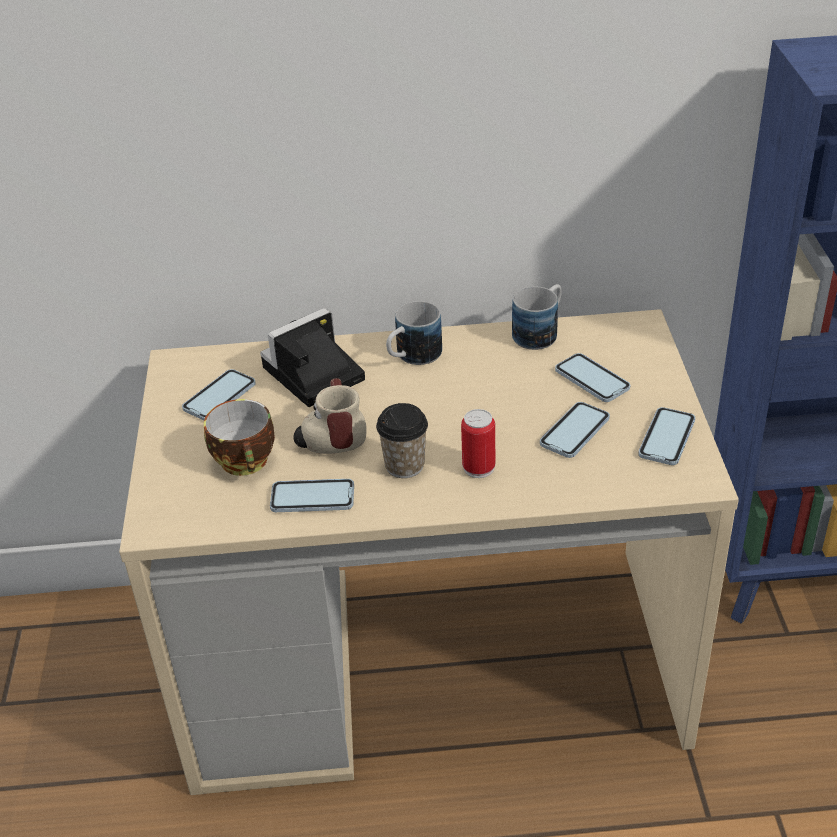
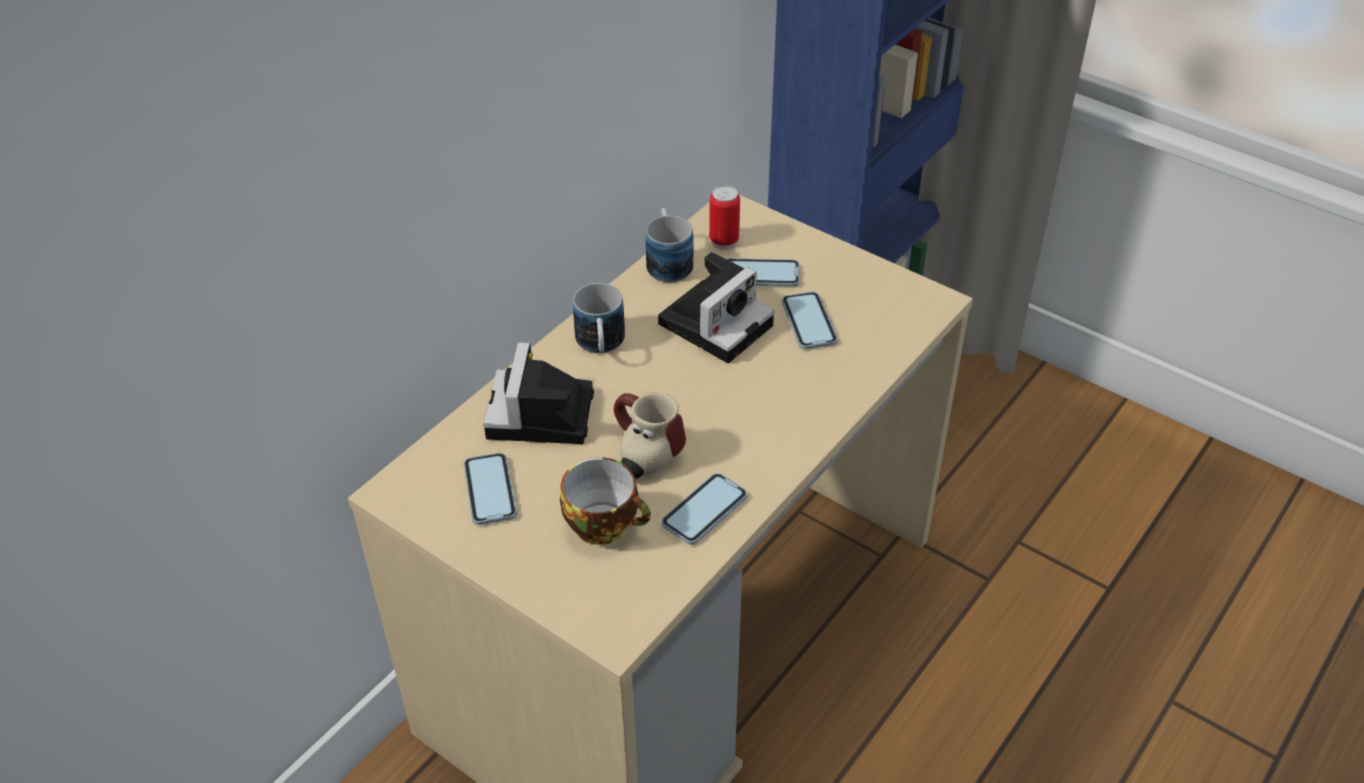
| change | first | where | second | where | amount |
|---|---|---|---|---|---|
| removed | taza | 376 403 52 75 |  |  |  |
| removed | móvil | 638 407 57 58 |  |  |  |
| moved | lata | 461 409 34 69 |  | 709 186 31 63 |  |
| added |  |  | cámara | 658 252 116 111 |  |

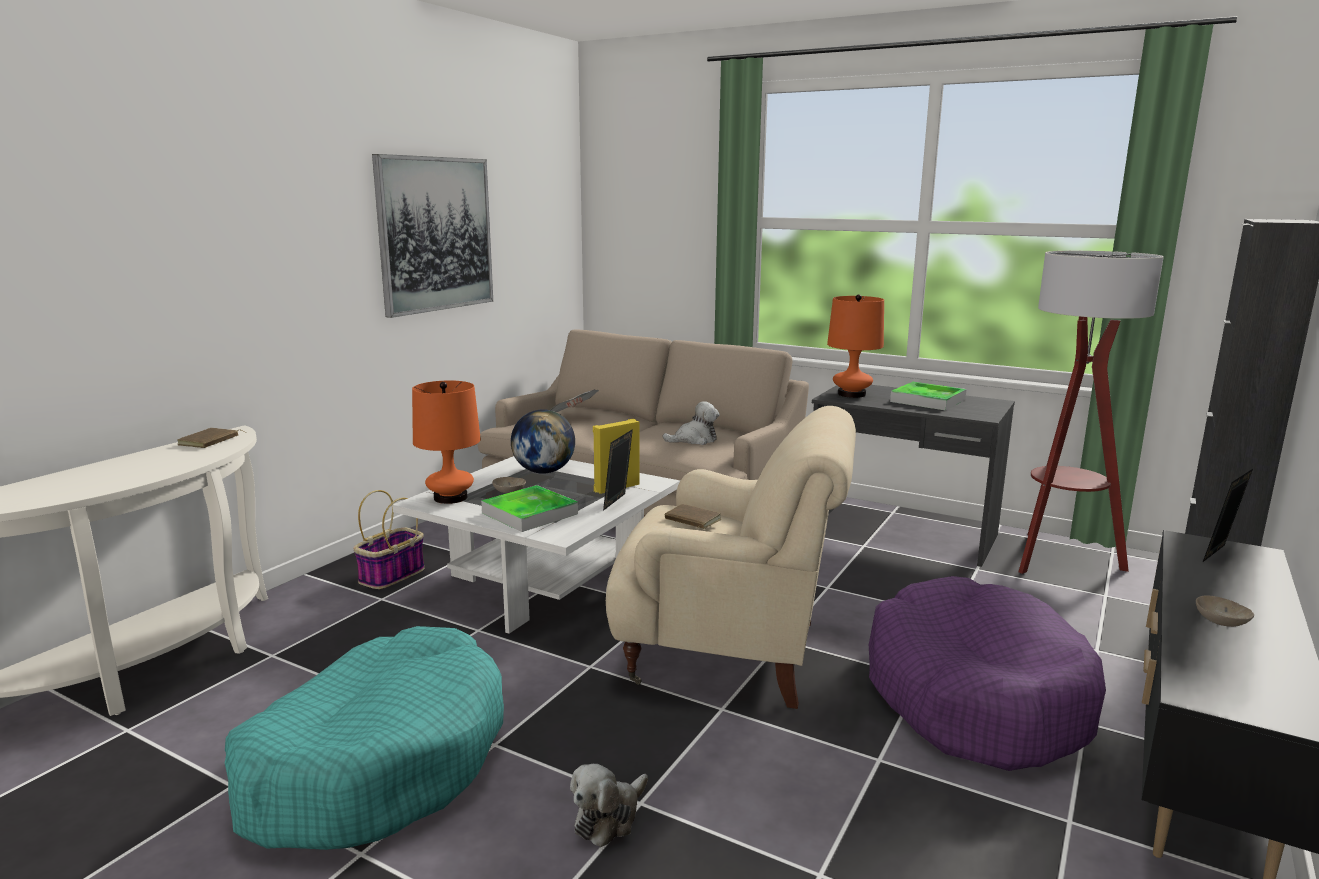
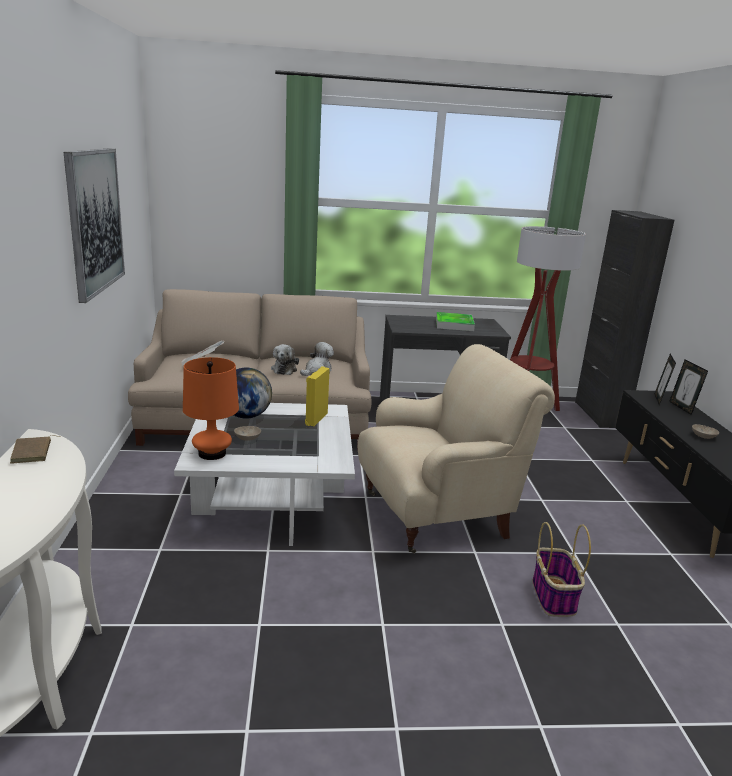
| change | first | where | second | where | amount |
|---|---|---|---|---|---|
| removed | lámpara de mesa/naranja | 827 294 57 104 |  |  |  |
| moved | portarretratos | 603 429 30 82 |  | 669 359 39 56 |  |
| removed | bandeja | 481 485 97 47 |  |  |  |
| moved | cesta | 353 490 71 99 |  | 533 522 58 95 |  |
| removed | libro/marrón | 665 504 56 25 |  |  |  |
| removed | cama para perro/morado | 869 576 237 195 |  |  |  |
| removed | cama para perro/turquesa | 225 626 279 224 |  |  |  |
| moved | peluche | 570 764 78 83 |  | 271 344 28 31 |  |

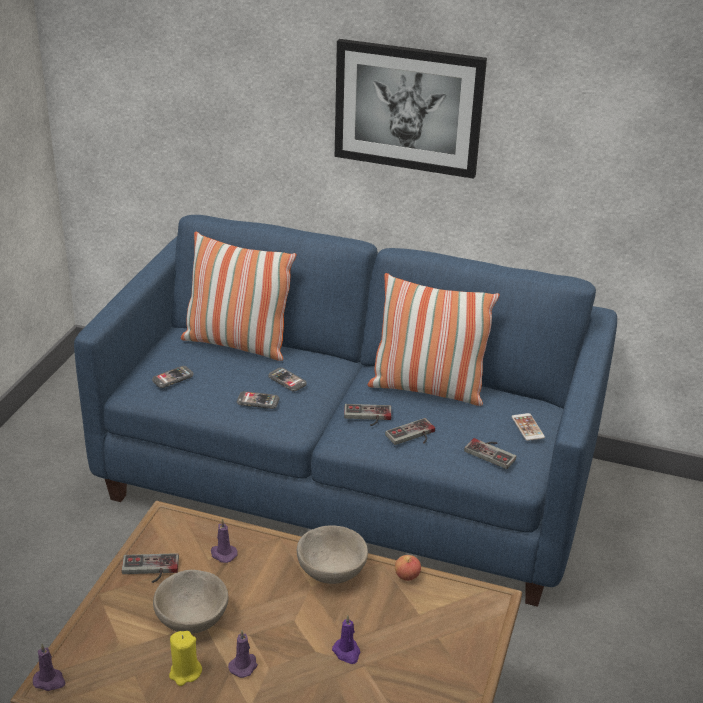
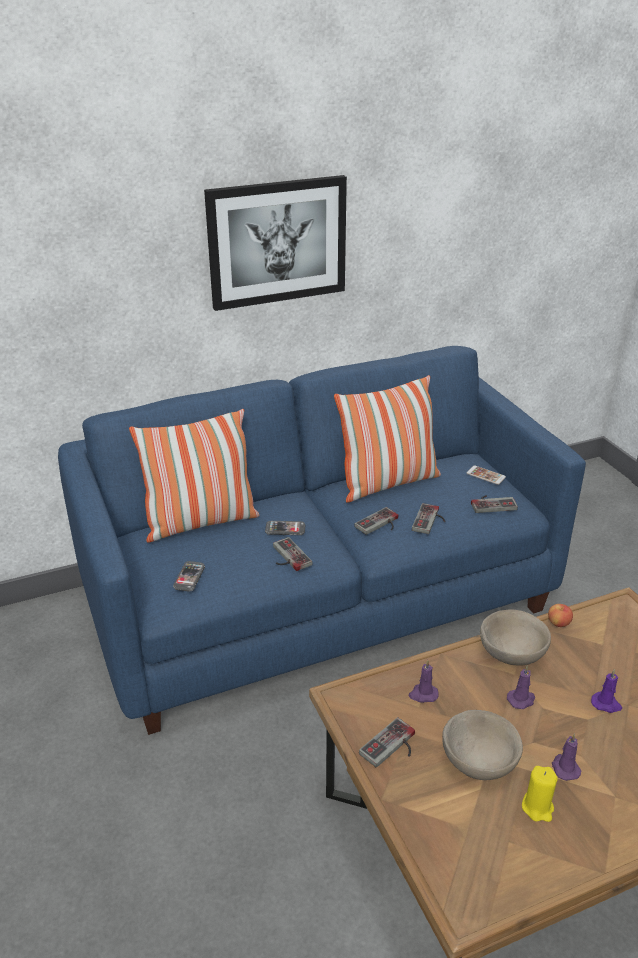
| change | first | where | second | where | amount |
|---|---|---|---|---|---|
| replaced | móvil | 237 391 42 18 | mando de consola | 273 537 39 34 |  |
| moved | vela/morado | 33 644 32 47 |  | 507 666 28 43 |  |

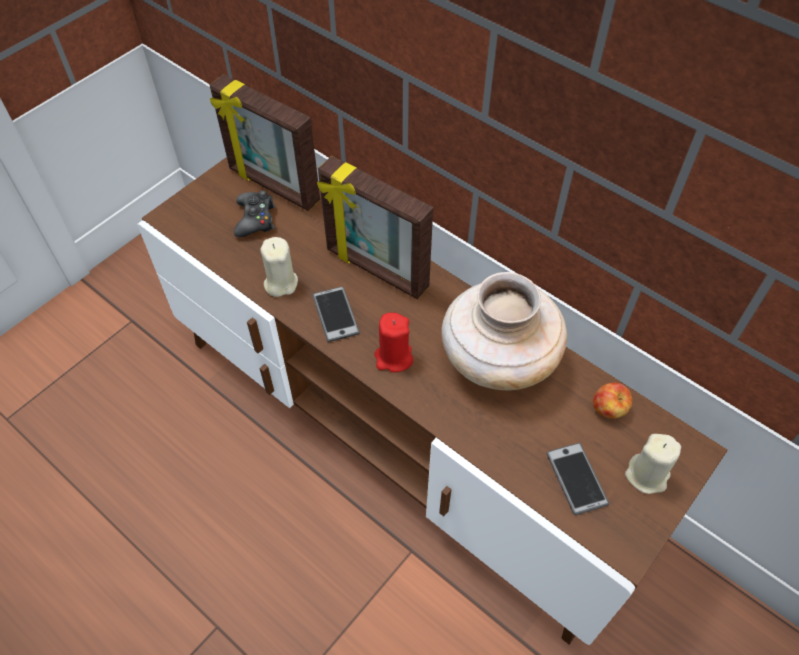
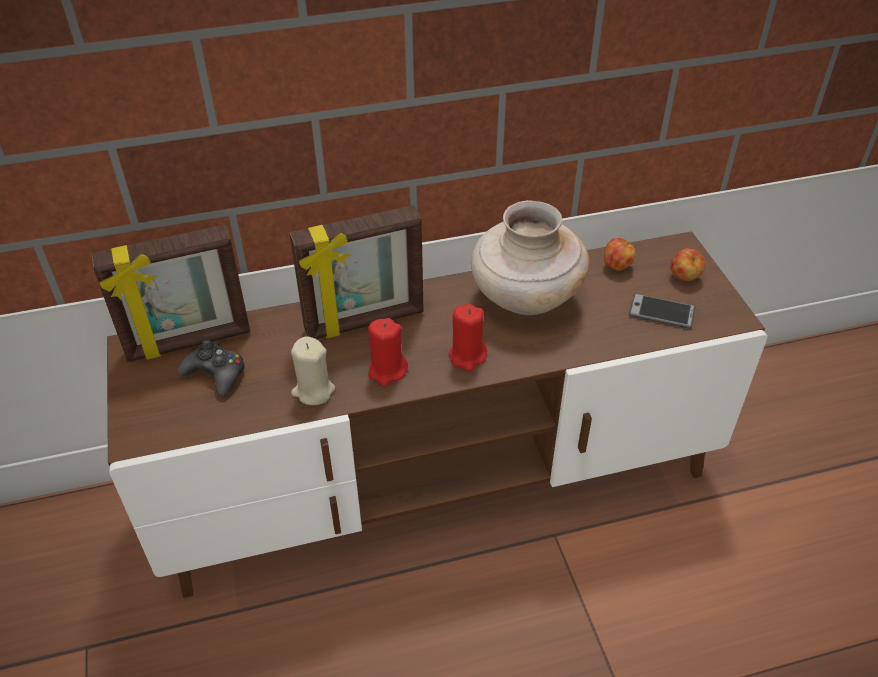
| change | first | where | second | where | amount |
|---|---|---|---|---|---|
| replaced | móvil | 312 286 48 56 | vela/rojo | 368 318 40 68 |  |
| replaced | vela/beis | 625 434 56 60 | manzana | 670 248 36 33 |  |

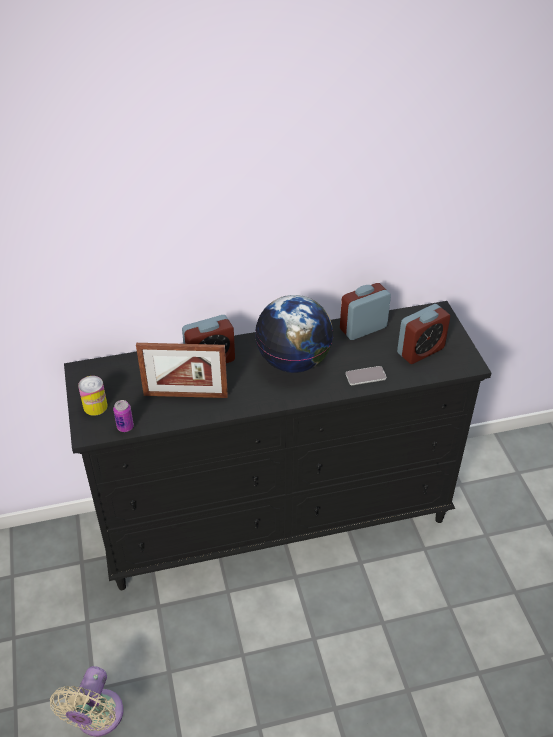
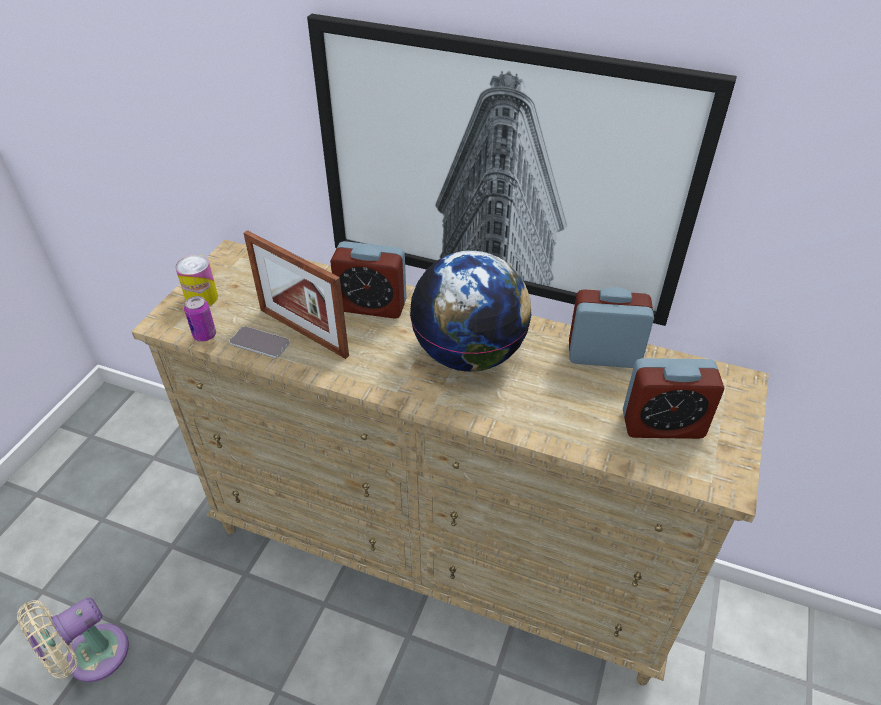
| change | first | where | second | where | amount |
|---|---|---|---|---|---|
| recoloured | cómoda/negro | 64 301 427 289 | cómoda/beis | 131 240 638 446 |  |
| moved | móvil | 346 366 40 19 |  | 229 326 61 32 |  |
| added |  |  | cuadro | 307 14 430 312 |  |

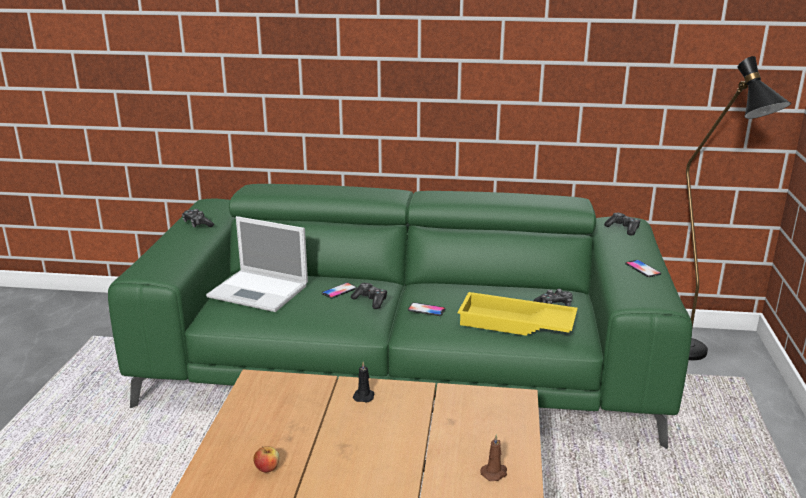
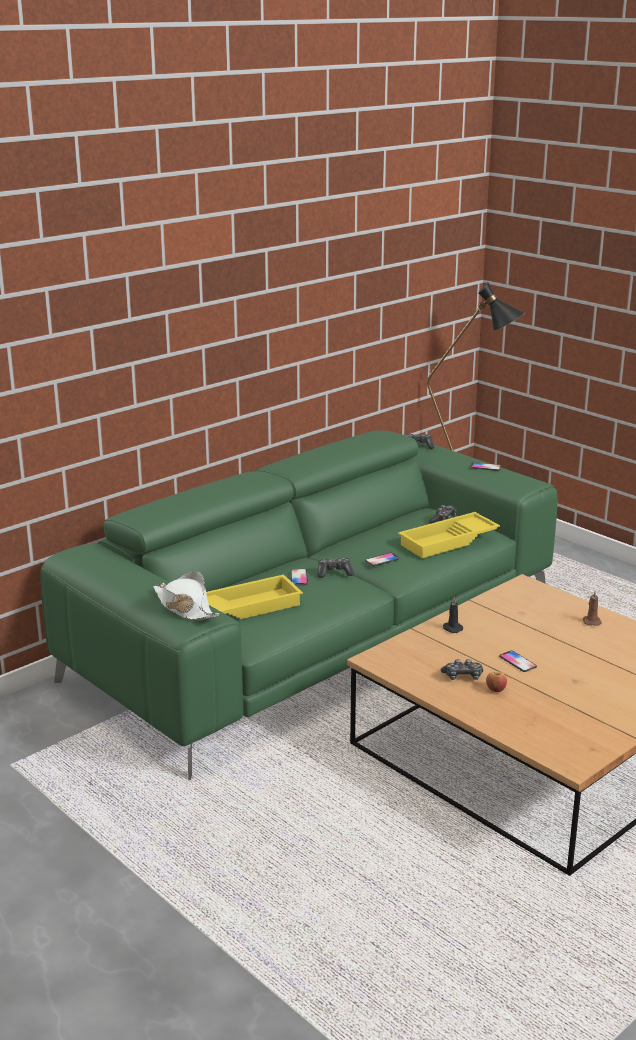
| change | first | where | second | where | amount |
|---|---|---|---|---|---|
| moved | mando de consola | 182 209 32 18 |  | 441 659 42 21 |  |
| replaced | portátil | 206 216 102 96 | bandeja/amarillo | 206 574 97 45 |  |
| added |  |  | sombrero/blanco | 153 571 67 49 |  |
| added |  |  | móvil | 499 651 38 21 |  |

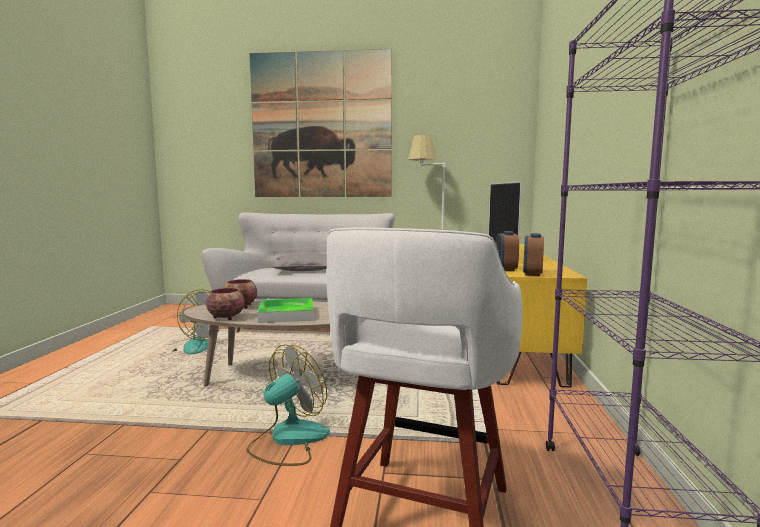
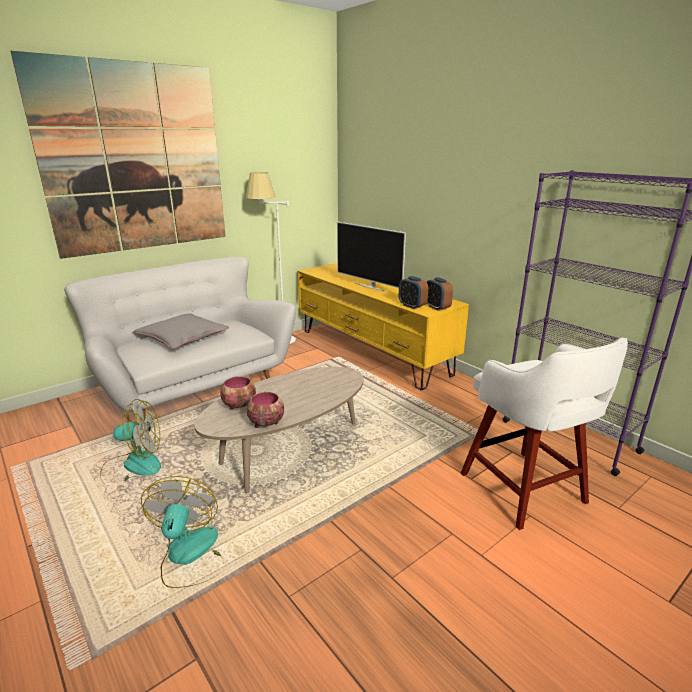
| change | first | where | second | where | amount |
|---|---|---|---|---|---|
| removed | bandeja | 257 298 57 25 |  |  |  |
| moved | ventilador | 247 344 83 122 |  | 141 476 80 112 |  |

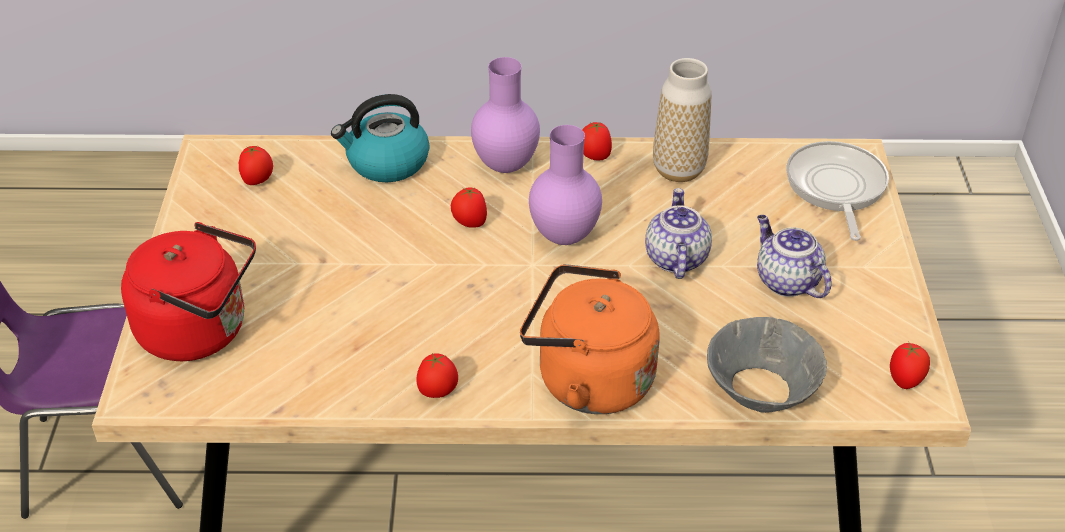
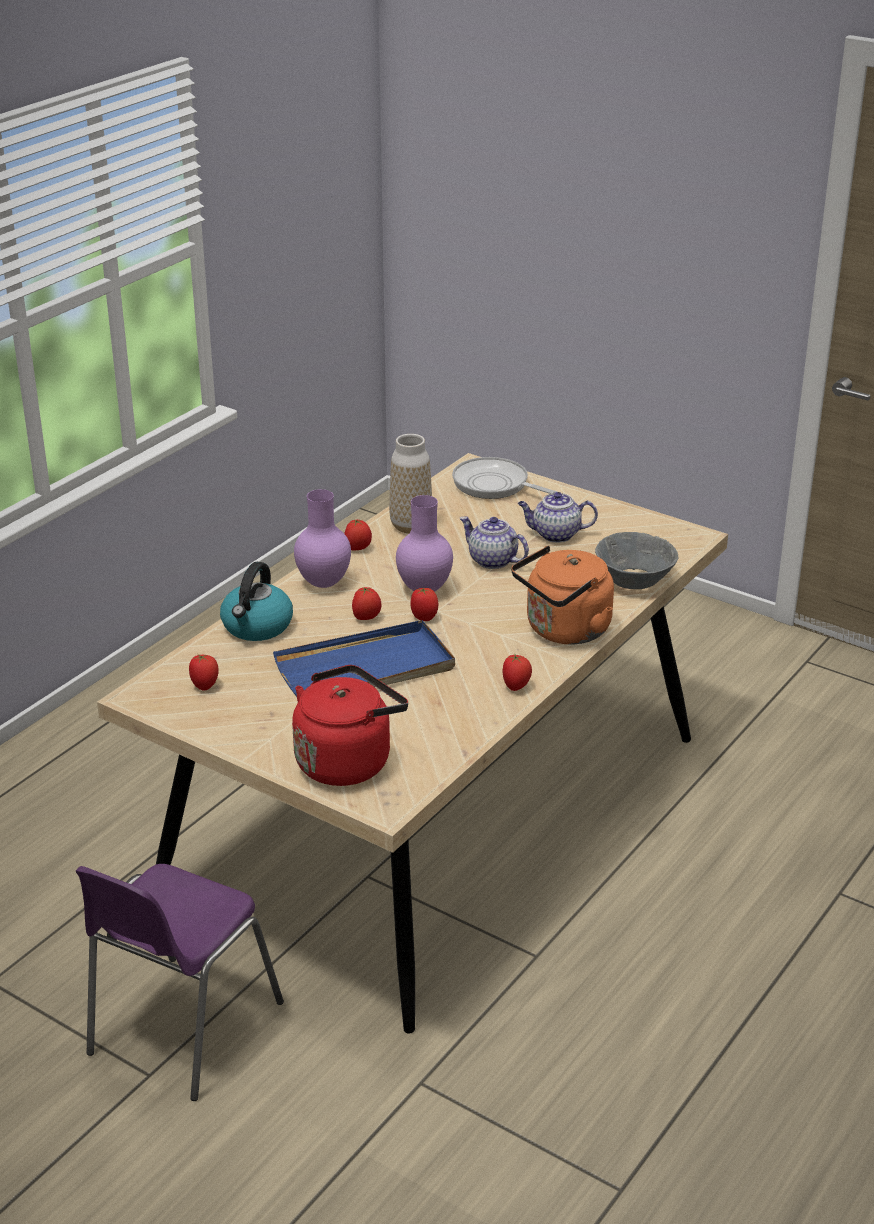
| change | first | where | second | where | amount |
|---|---|---|---|---|---|
| moved | tomate | 890 341 40 48 |  | 410 588 29 33 |  |
| added |  |  | bandeja/azul | 273 620 182 77 |  |

